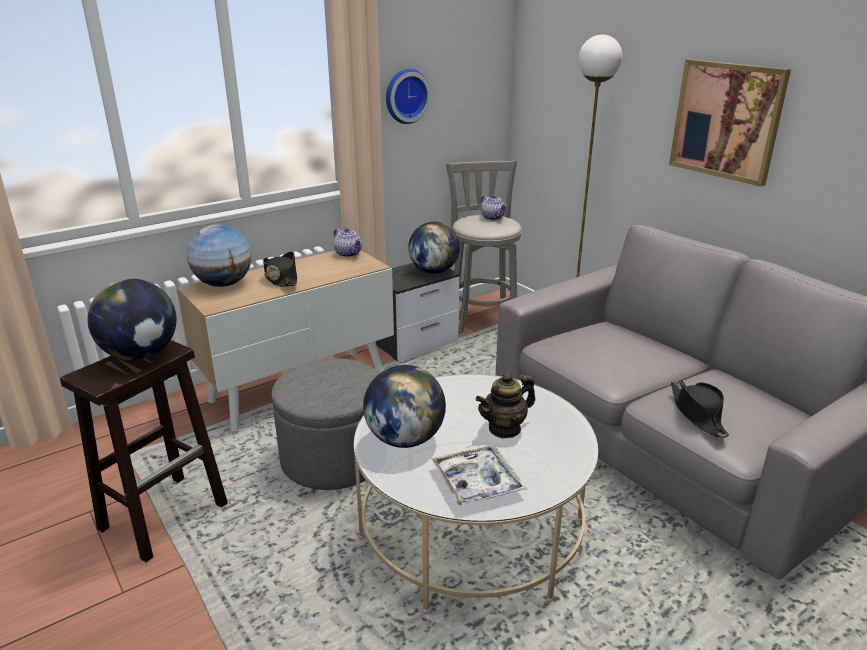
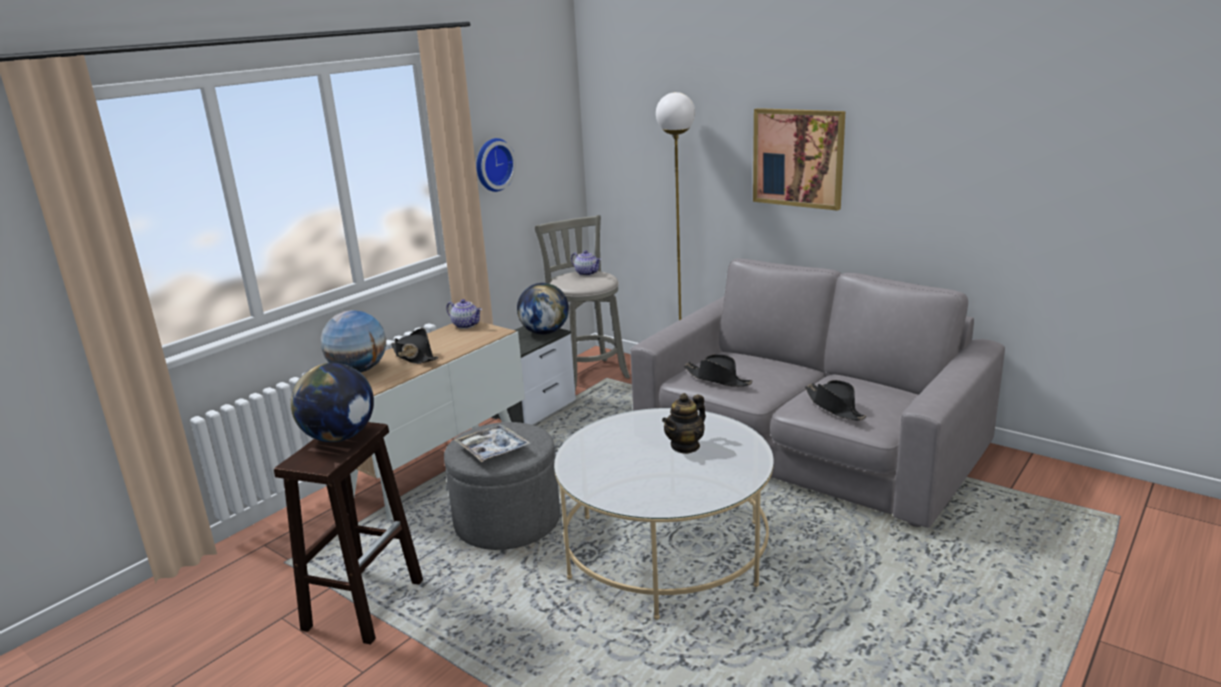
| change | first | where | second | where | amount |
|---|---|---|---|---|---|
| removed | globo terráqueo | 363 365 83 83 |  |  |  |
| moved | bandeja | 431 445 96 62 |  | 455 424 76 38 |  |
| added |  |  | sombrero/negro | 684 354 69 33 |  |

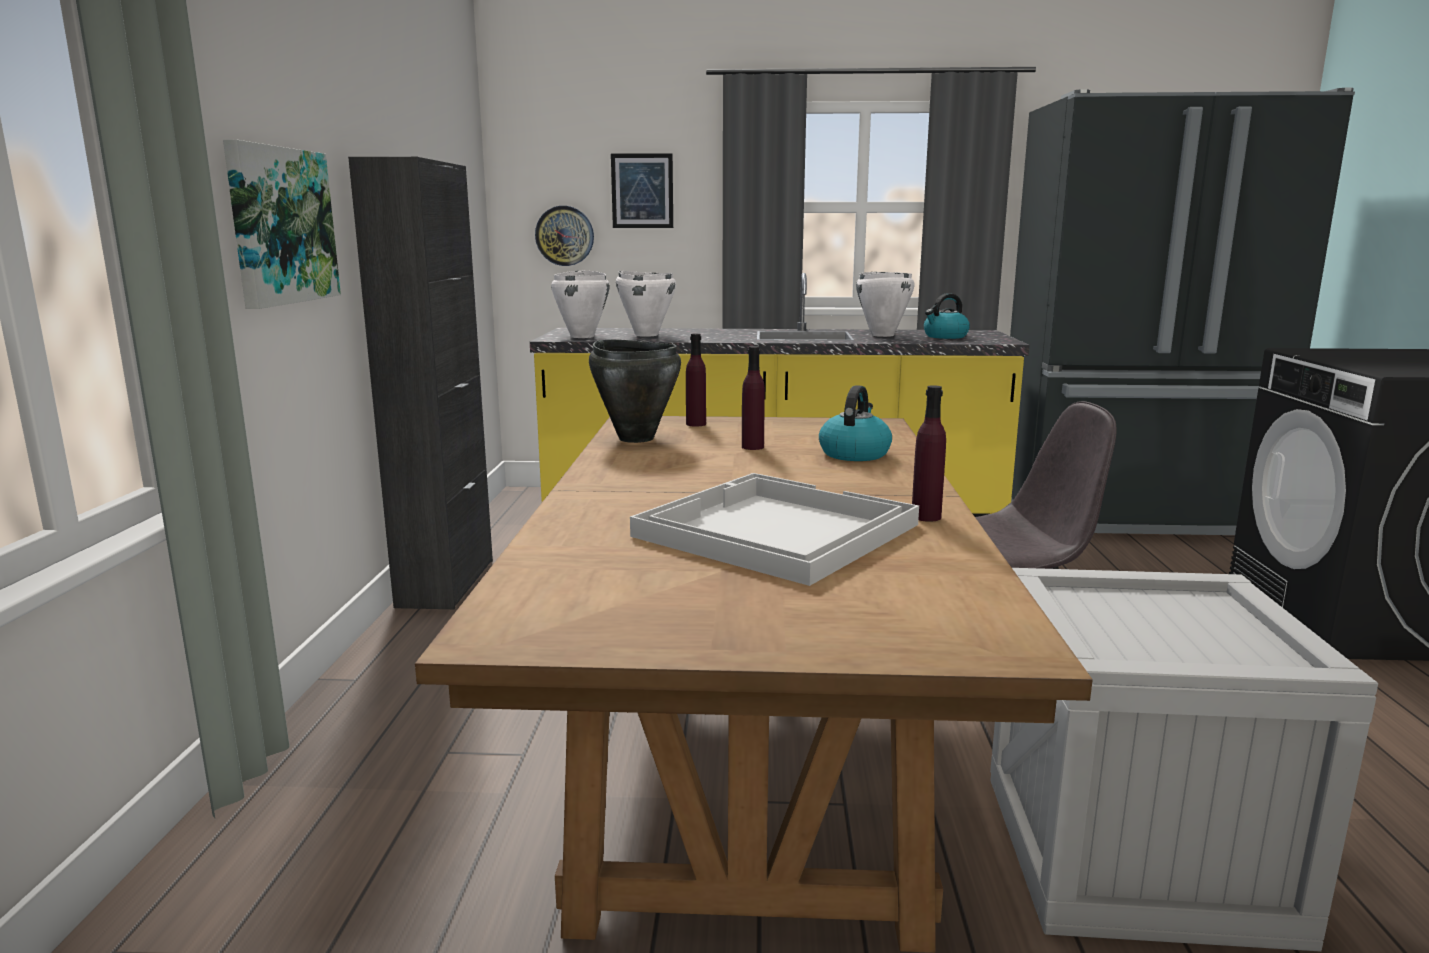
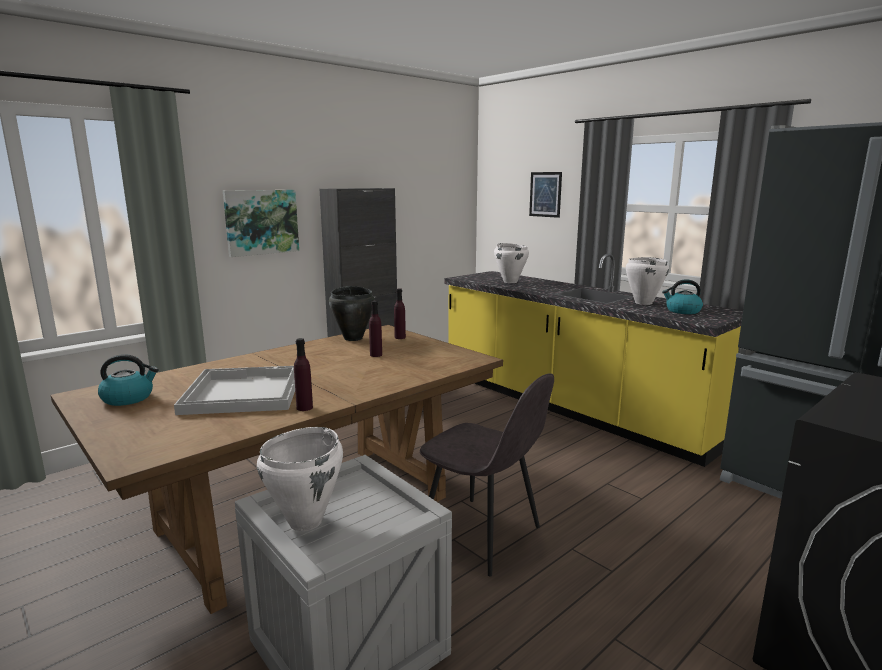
| change | first | where | second | where | amount |
|---|---|---|---|---|---|
| removed | reloj de pared | 535 206 59 60 |  |  |  |
| moved | olla/blanco | 551 270 59 68 |  | 257 427 86 104 |  |
| moved | hervidor | 819 385 73 76 |  | 98 354 60 52 |  |

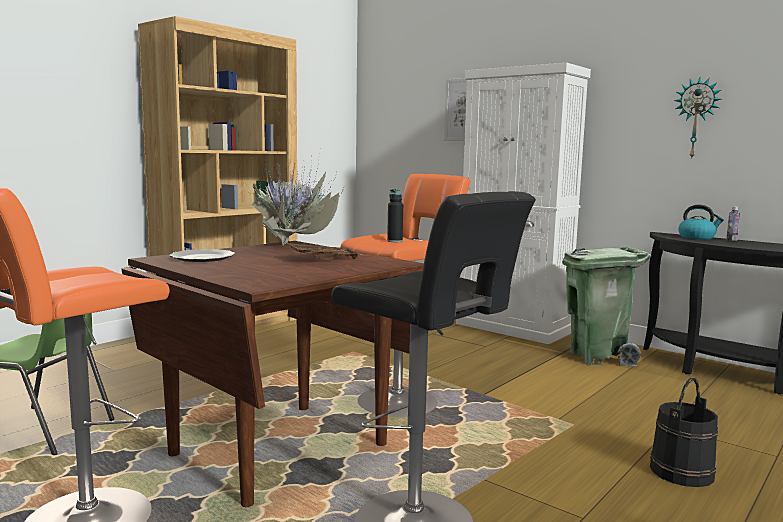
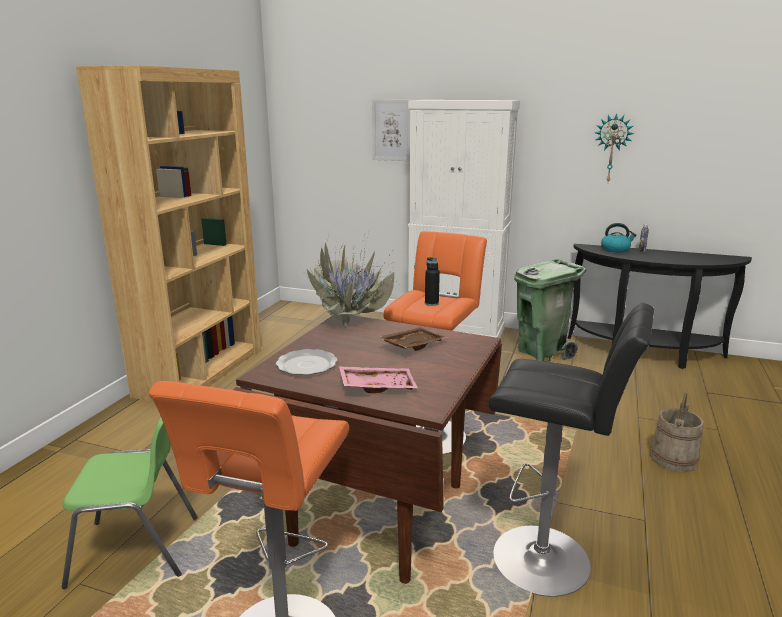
| change | first | where | second | where | amount |
|---|---|---|---|---|---|
| recoloured | cubo/negro | 650 378 68 109 | cubo/beis | 650 393 53 79 |  |
| added |  |  | bandeja/rosa | 339 366 79 27 |  |

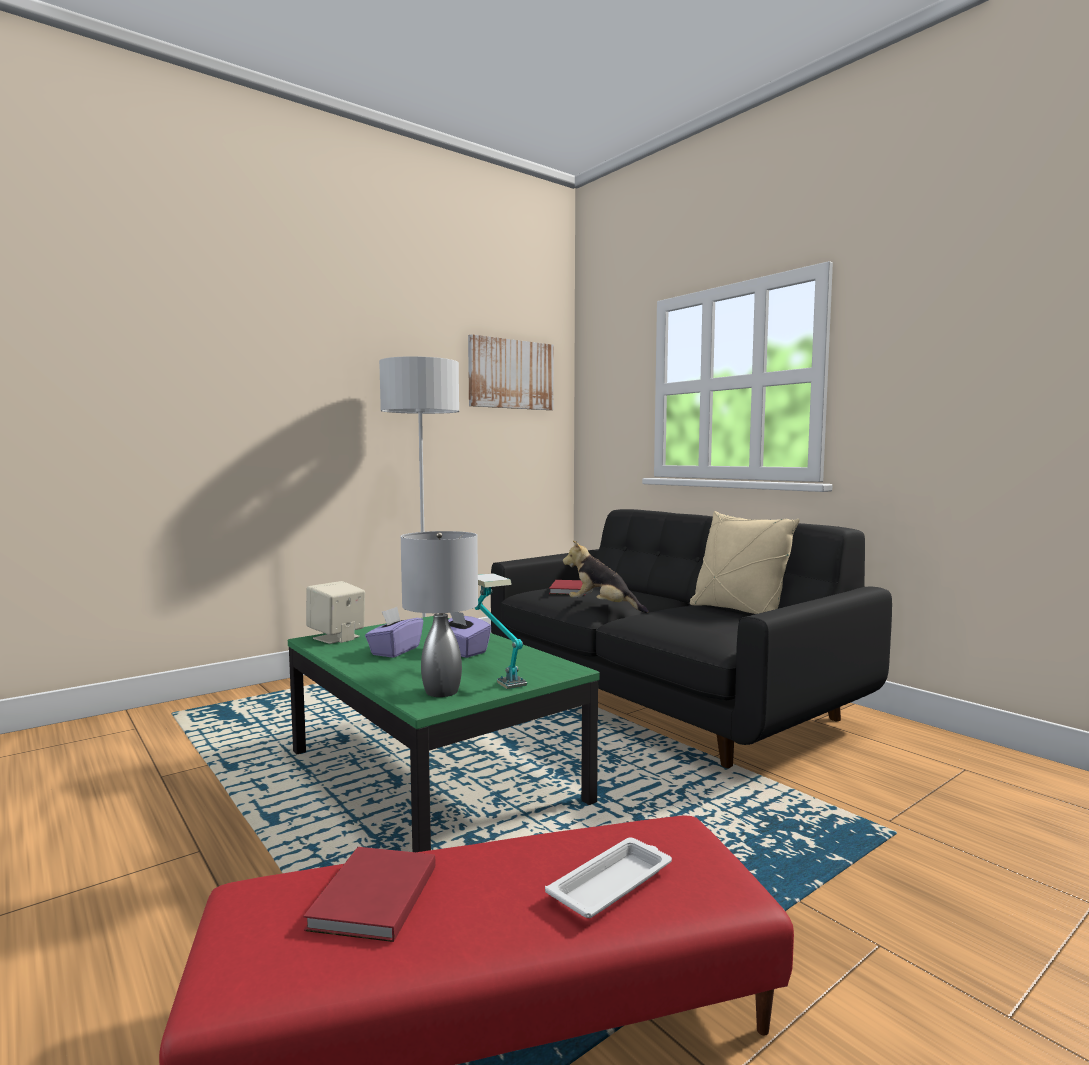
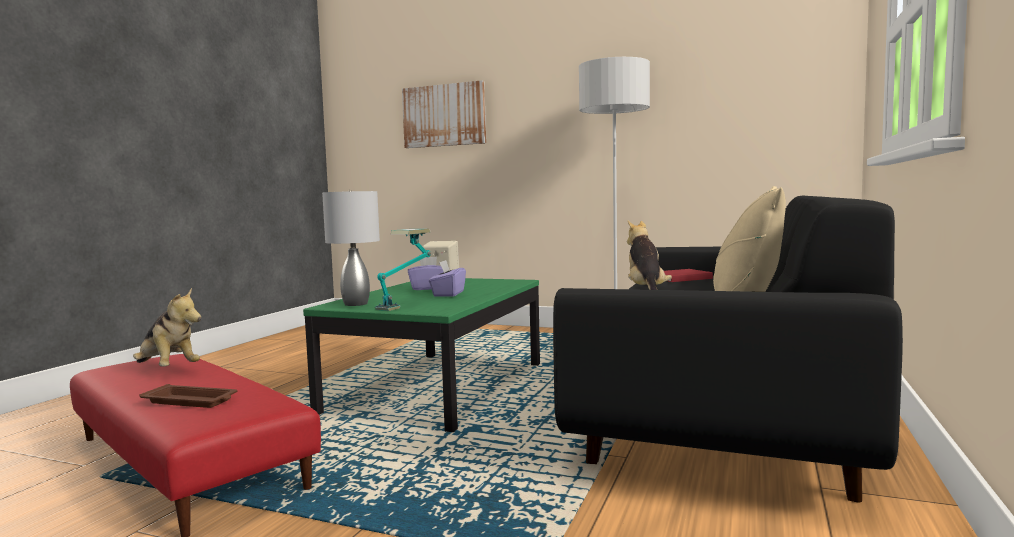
| change | first | where | second | where | amount |
|---|---|---|---|---|---|
| moved | cuadro | 468 334 86 76 |  | 402 80 84 68 |  |
| recoloured | bandeja/blanco | 545 837 127 81 | bandeja/marrón | 139 384 98 24 |  |
| replaced | libro/rojo | 304 847 132 95 | peluche | 133 288 68 79 |  |

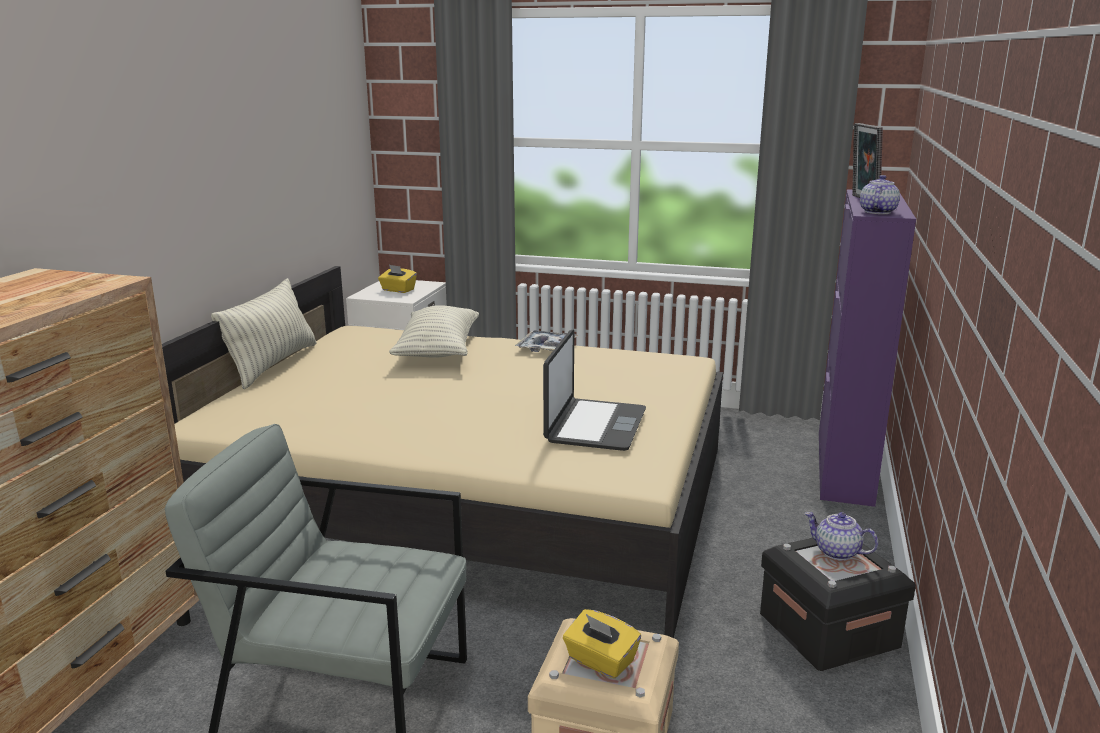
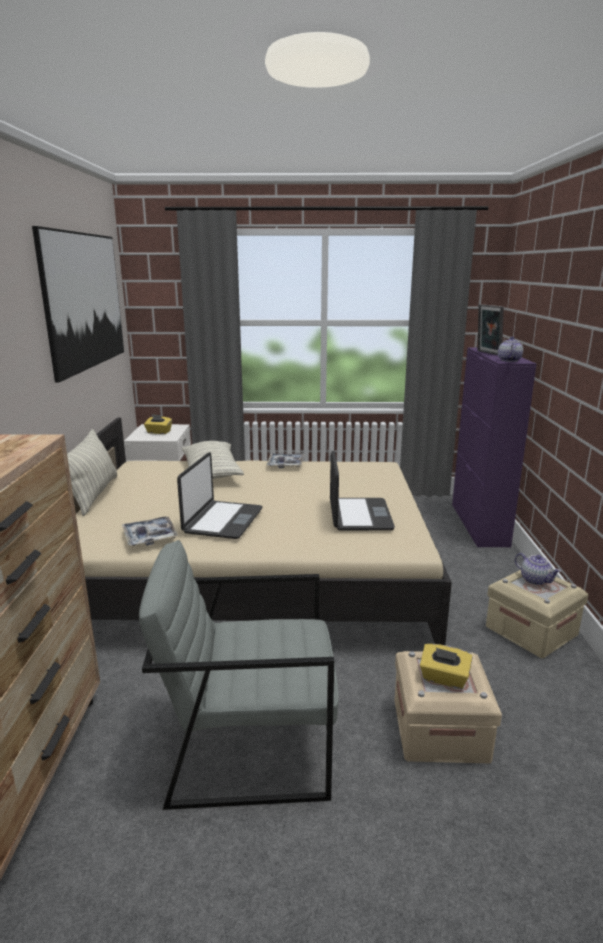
| change | first | where | second | where | amount |
|---|---|---|---|---|---|
| turned | tetera | 805 512 73 48 |  | 515 553 46 32 | 150 degrees counterclockwise |
| recoloured | caja de almacenaje/negro | 760 538 156 133 | caja de almacenaje/beis | 486 570 102 88 |  |
| added |  |  | cuadro | 32 226 92 156 |  |
| added |  |  | portátil | 177 452 85 87 |  |
| added |  |  | bandeja | 122 516 56 30 |  |

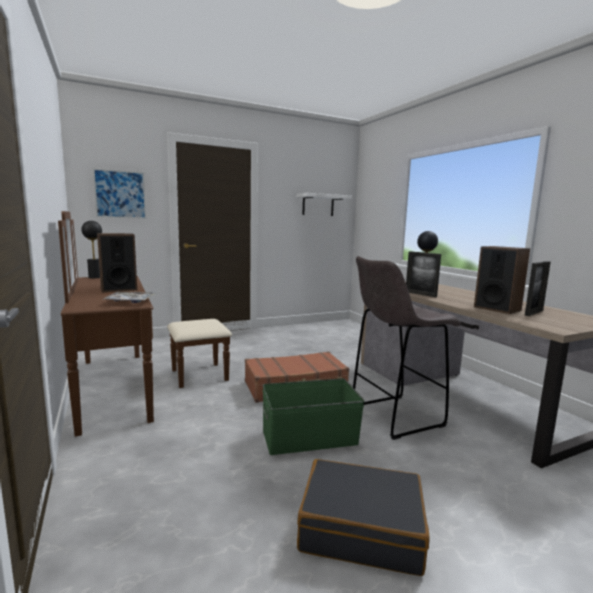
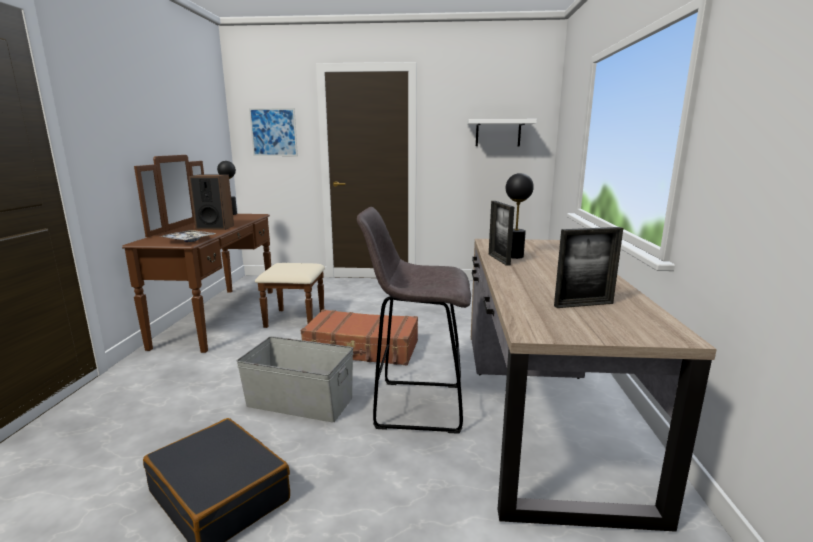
| change | first | where | second | where | amount |
|---|---|---|---|---|---|
| removed | altavoz | 474 246 56 68 |  |  |  |
| recoloured | caja de almacenaje/verde | 262 378 102 77 | caja de almacenaje/gris | 236 336 118 86 |  |

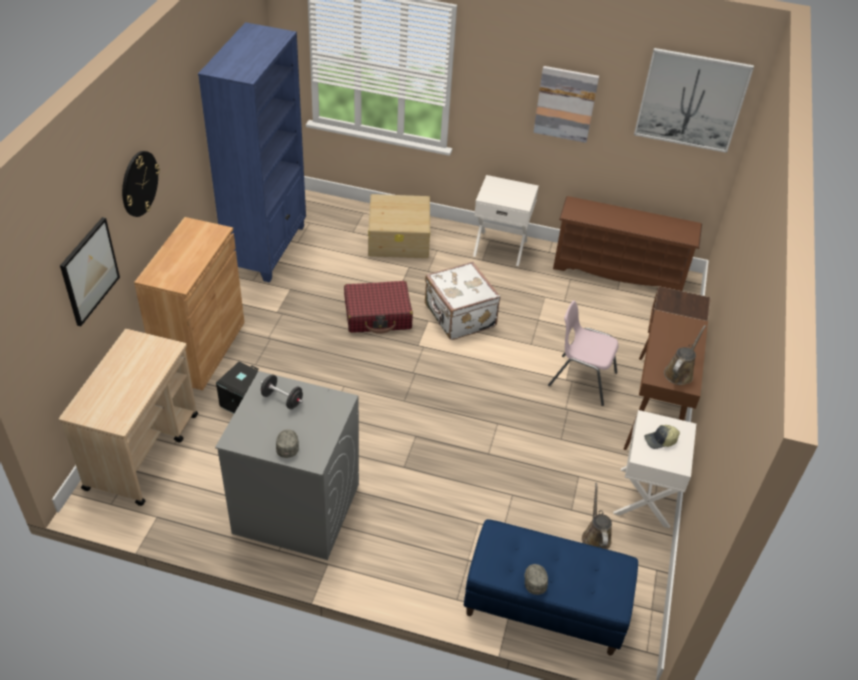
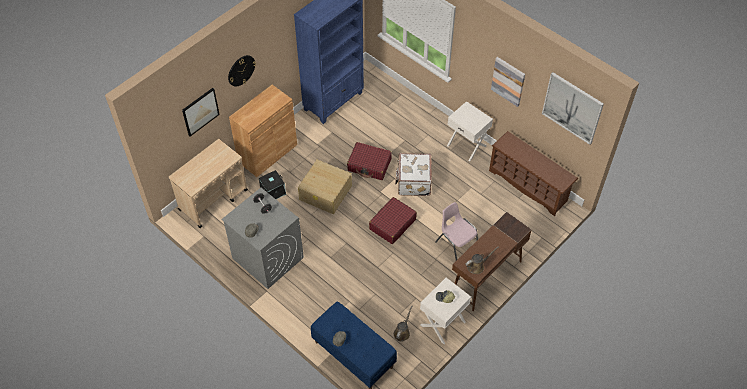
| change | first | where | second | where | amount |
|---|---|---|---|---|---|
| moved | caja de almacenaje/beis | 368 194 62 64 |  | 298 160 54 54 |  |
| added |  |  | maleta/rojo | 369 197 48 47 |  |

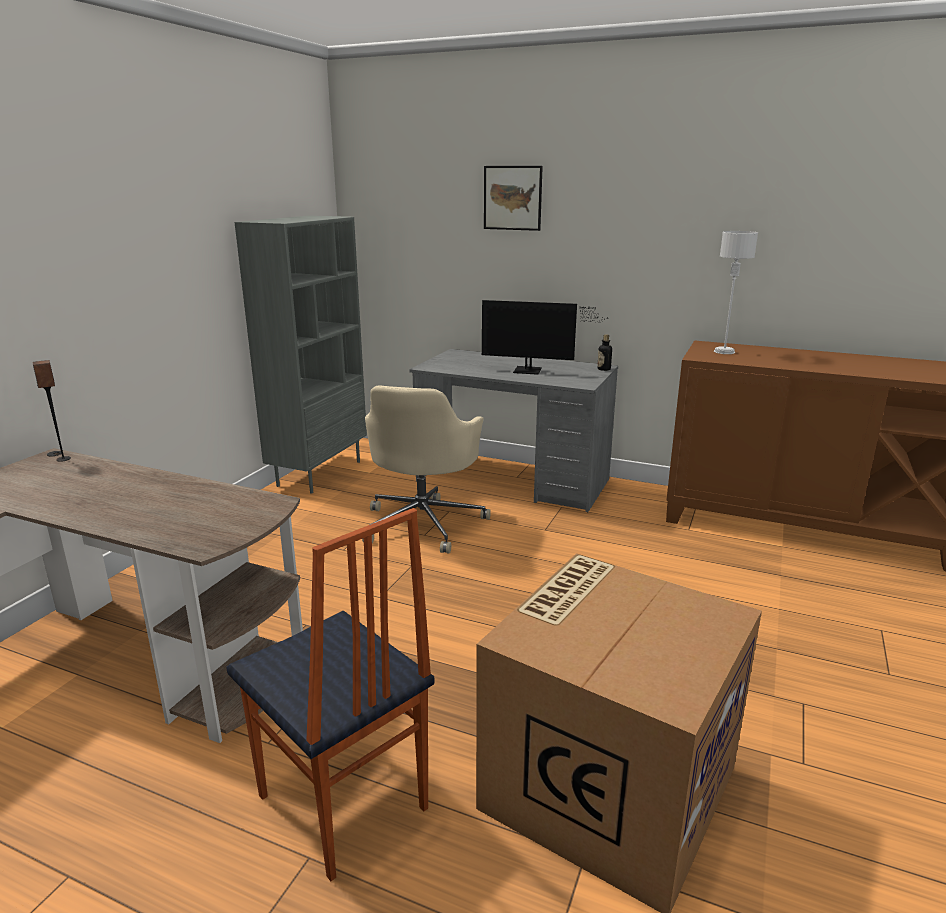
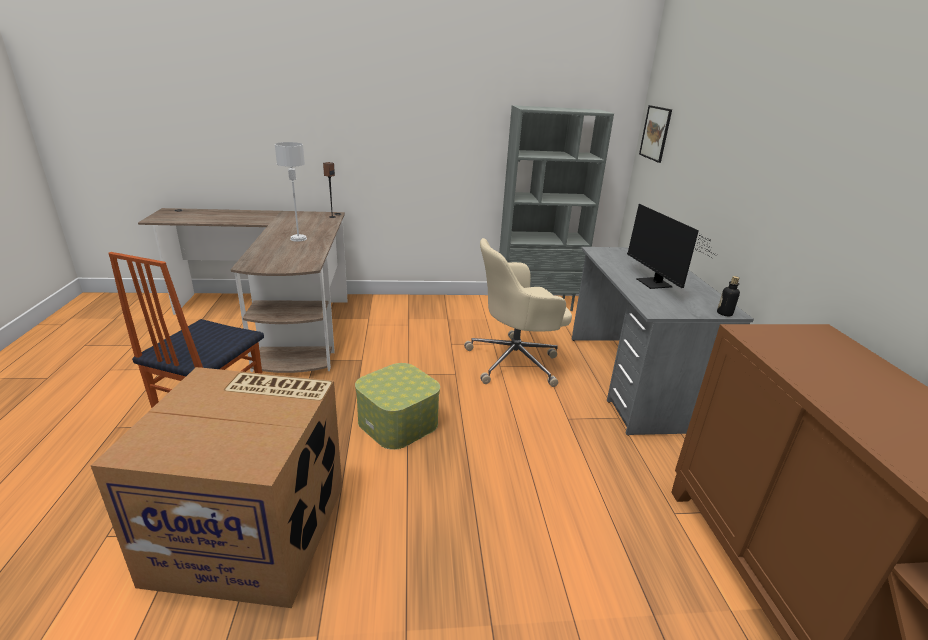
| change | first | where | second | where | amount |
|---|---|---|---|---|---|
| moved | cuadro | 484 166 59 65 |  | 639 105 33 58 |  |
| moved | lámpara de mesa/gris | 714 231 44 123 |  | 275 142 32 100 |  |
| added |  |  | caja de almacenaje | 355 363 85 87 |  |

